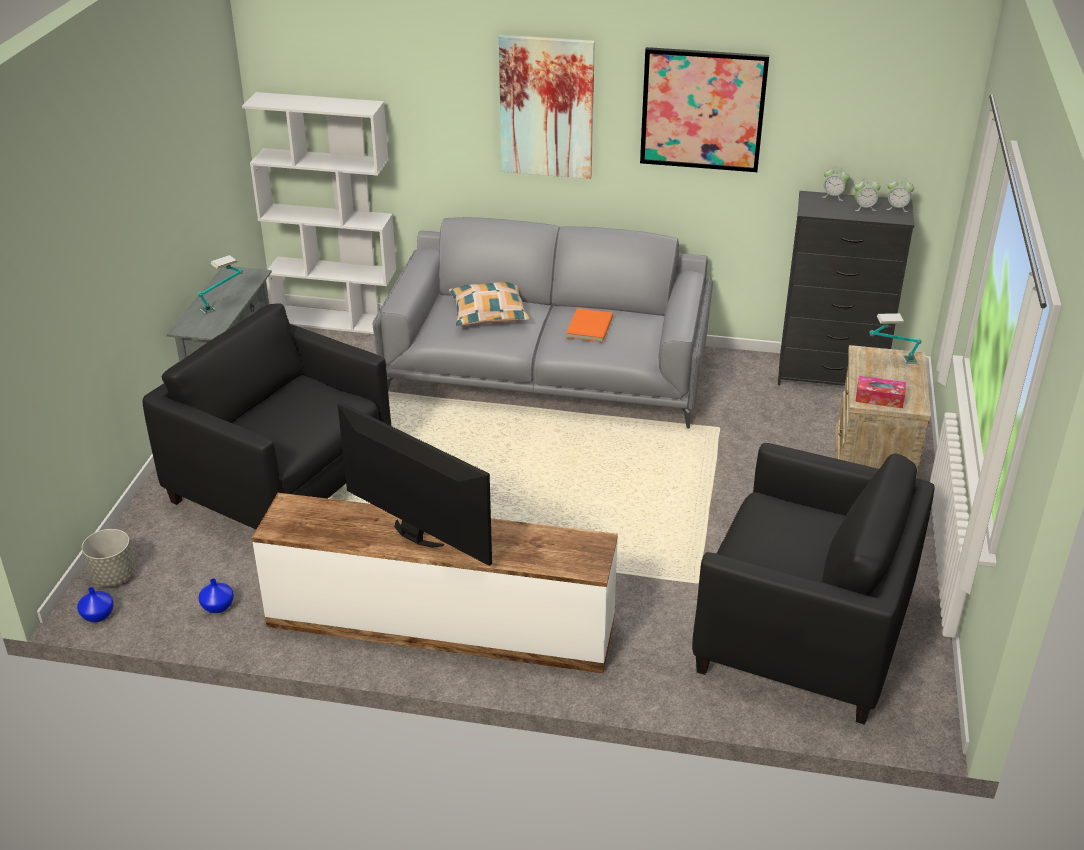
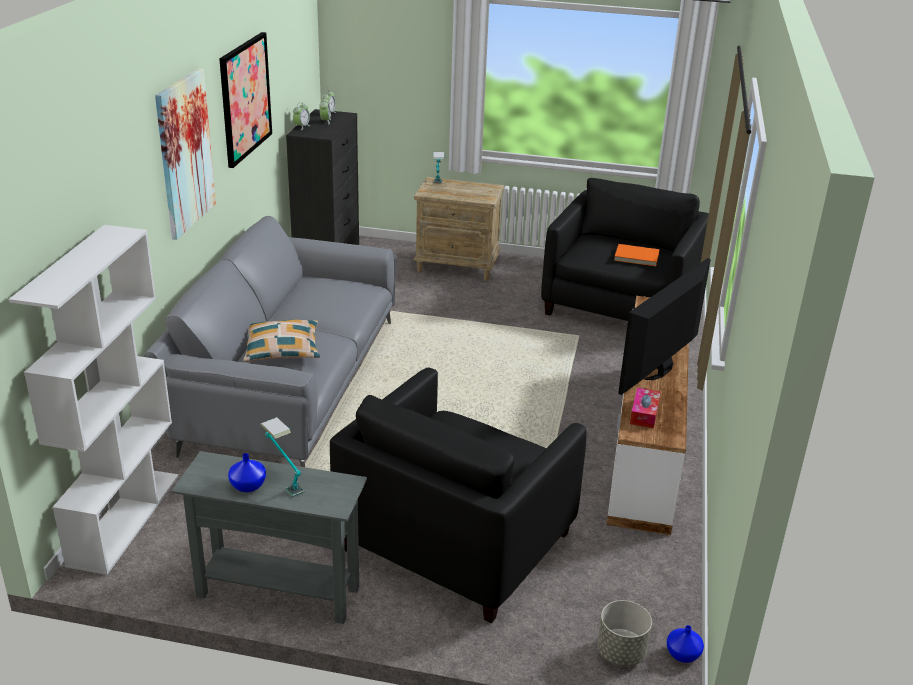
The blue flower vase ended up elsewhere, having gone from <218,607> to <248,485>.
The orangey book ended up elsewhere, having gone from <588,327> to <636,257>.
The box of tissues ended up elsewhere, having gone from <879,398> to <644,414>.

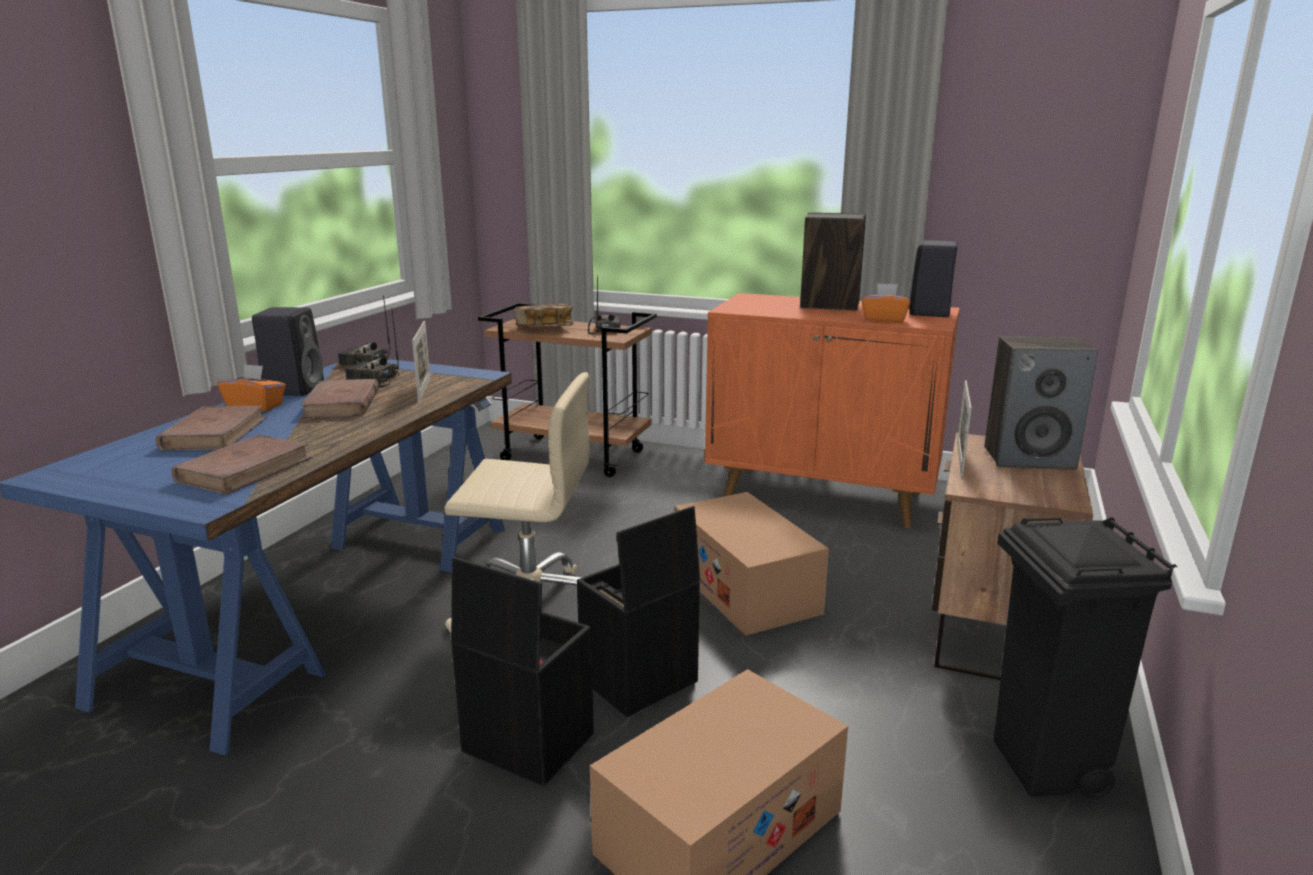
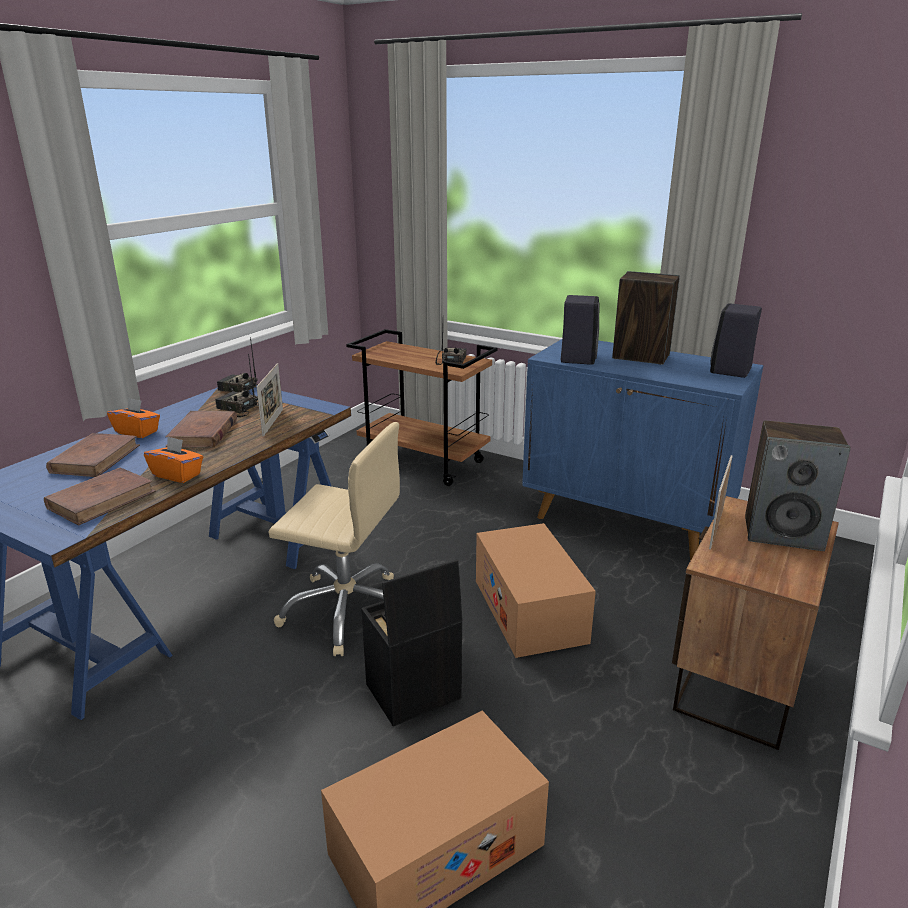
The orangey box of tissues ended up elsewhere, having gone from <884,320> to <177,475>.
What was the orangey cupboard at <824,496> turned into the blue cupboard at <627,521>.
The blackish speaker ended up elsewhere, having gone from <294,389> to <578,358>.
The second view lost the blackish storage container at <525,743>.
The second view lost the book at <544,329>.
The second view lost the blackish rubbish bin at <1047,768>.

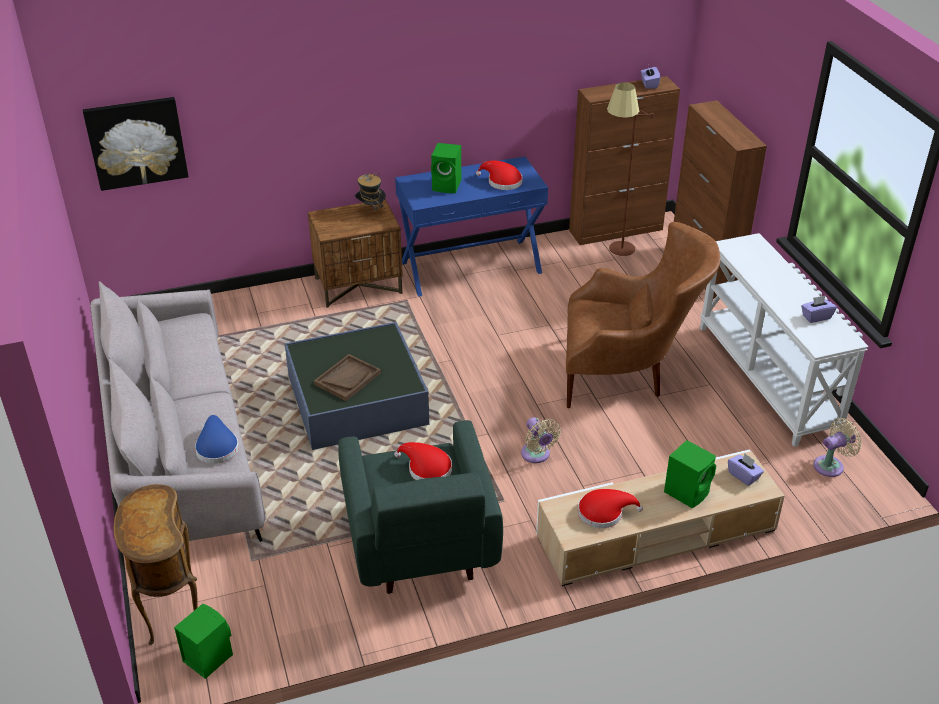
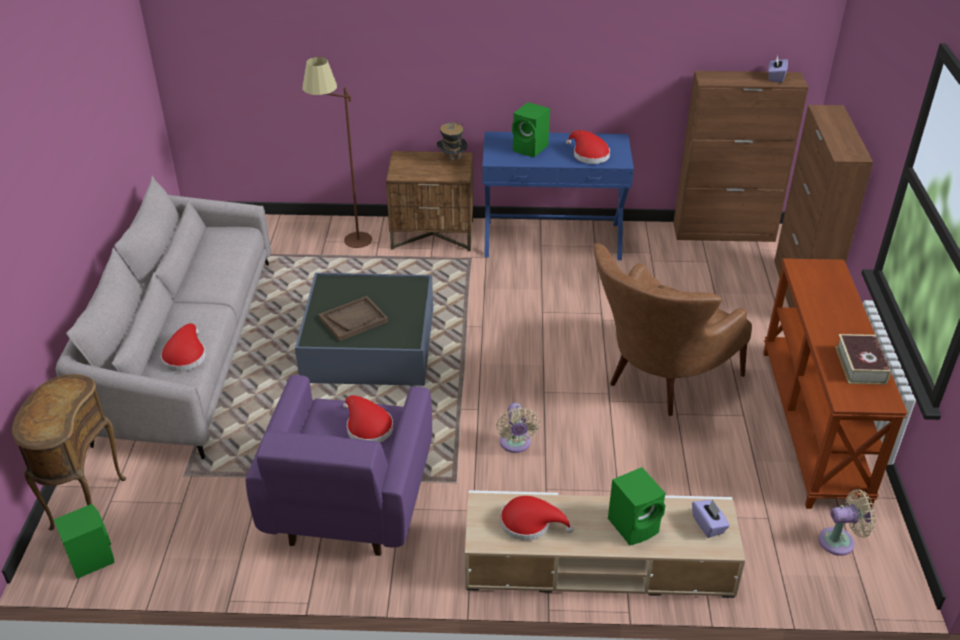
What was the blue hat at <217,447> turned into the red hat at <185,356>.
What was the green lounge chair at <419,544> turned into the purple-coloured lounge chair at <348,504>.
The brown standard lamp ended up elsewhere, having gone from <616,254> to <346,244>.
The brown lounge chair at <628,374> ended up facing another way, 105 degrees clockwise from before.
What was the white hall table at <768,378> turned into the brown hall table at <814,425>.
Where the purple-coloured box of tissues stood at <816,317>, the book came to stand at <860,365>.
The second view lost the picture at <136,142>.

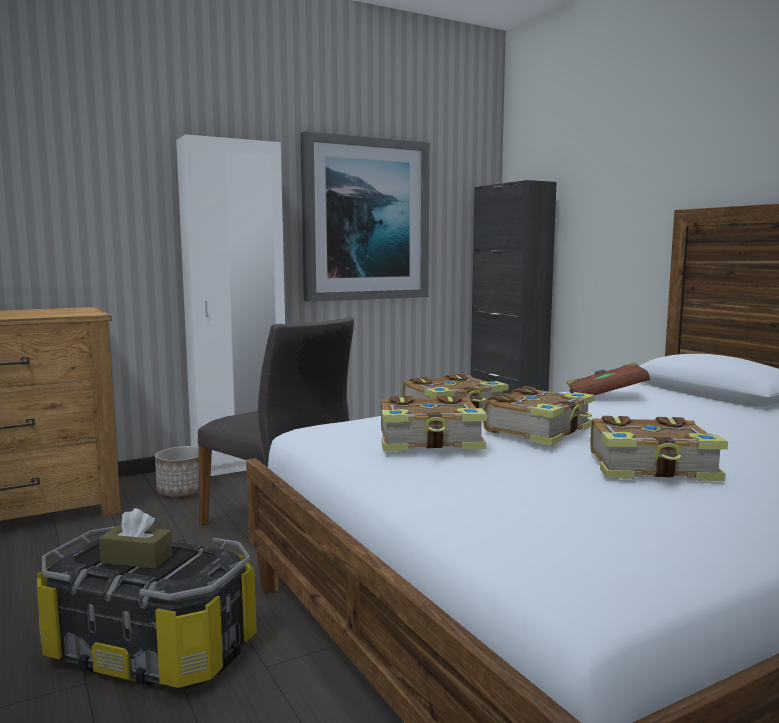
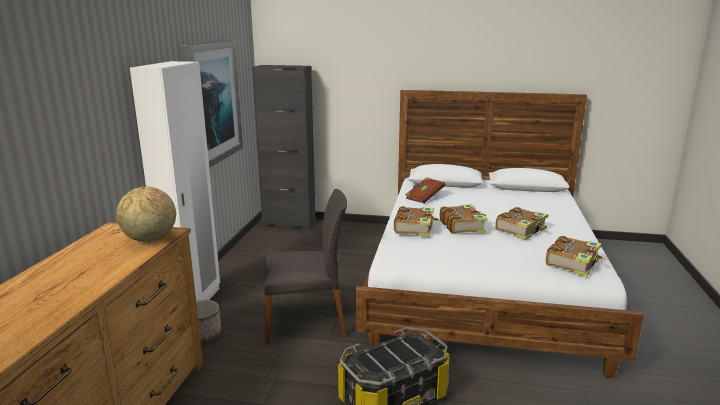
The second view gained the world globe at <149,239>.
The book ended up elsewhere, having gone from <431,441> to <573,263>.
The second view lost the brown box of tissues at <137,559>.

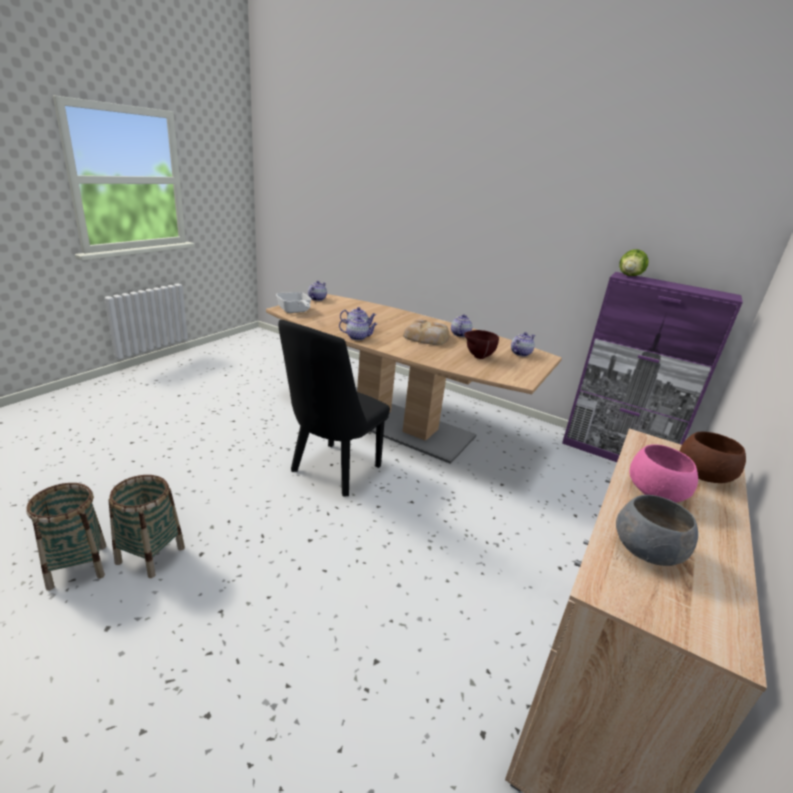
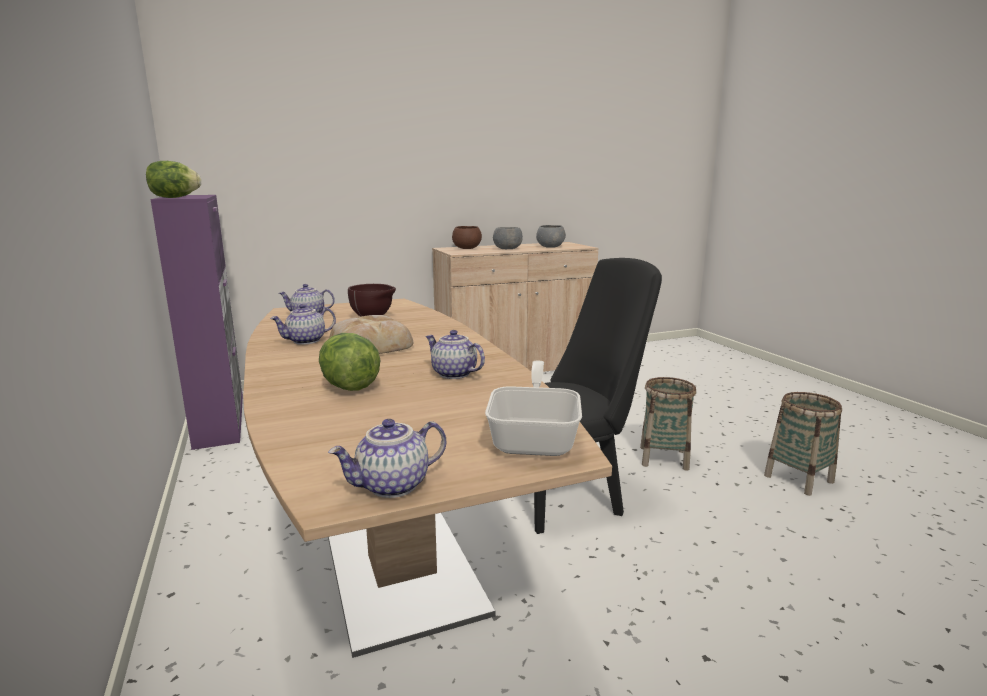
The second view gained the lettuce head at <349,386>.
What was the pink deep dish at <655,494> turned into the greyish deep dish at <507,249>.
The storage basket ended up elsewhere, having gone from <77,566> to <664,458>.
The second view lost the tea pot at <357,337>.

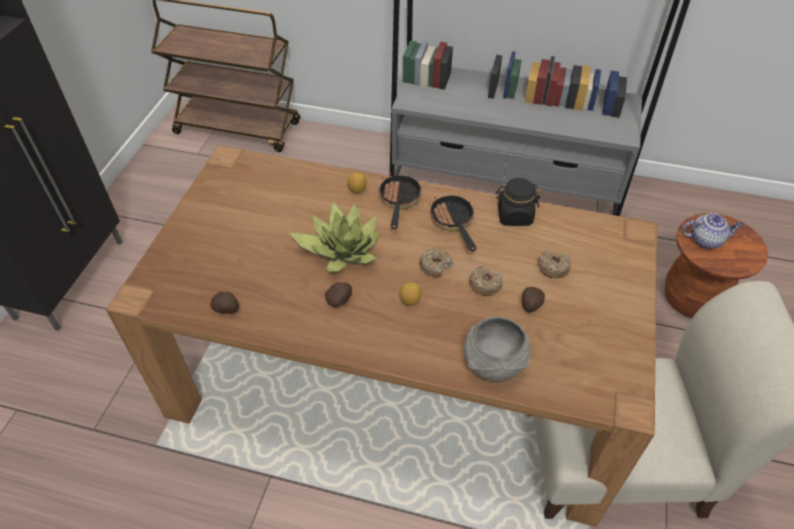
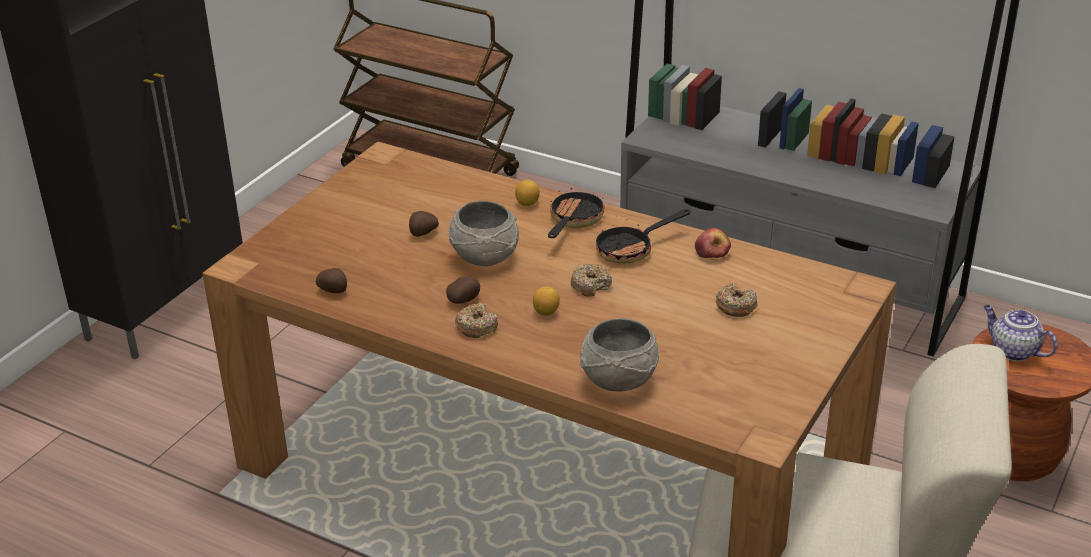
The spud ended up elsewhere, having gone from <530,305> to <423,233>.
Where the potted plant stood at <341,249>, the greyish deep dish came to stand at <485,256>.
The doughnut ended up elsewhere, having gone from <485,284> to <476,327>.
The skillet at <453,223> ended up facing another way, 120 degrees counterclockwise from before.
Where the blackish storage jar stood at <514,216>, the apple came to stand at <712,252>.
The tea pot at <706,240> ended up facing another way, 150 degrees counterclockwise from before.

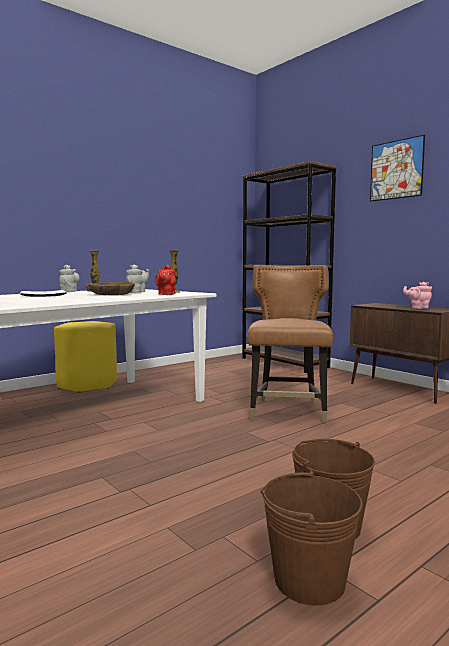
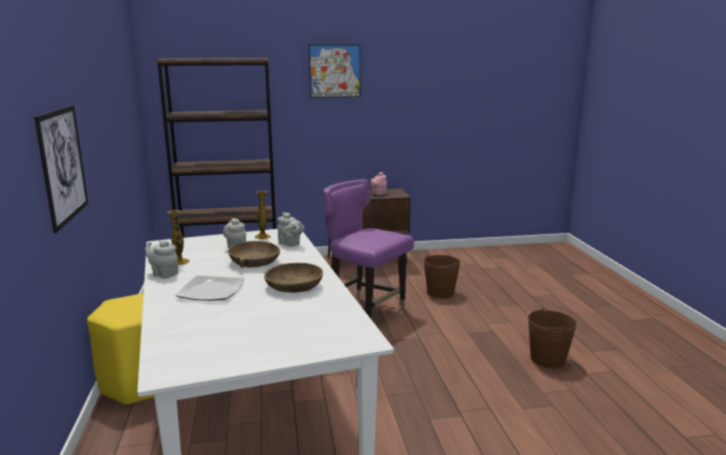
The second view gained the picture at <63,165>.
The second view gained the brown deep dish at <293,286>.
What was the red tea pot at <166,294> turned into the greyish tea pot at <290,244>.
What was the brown plain chair at <288,411> turned into the purple-coloured plain chair at <365,311>.
The brown bucket ended up elsewhere, having gone from <309,580> to <440,292>.

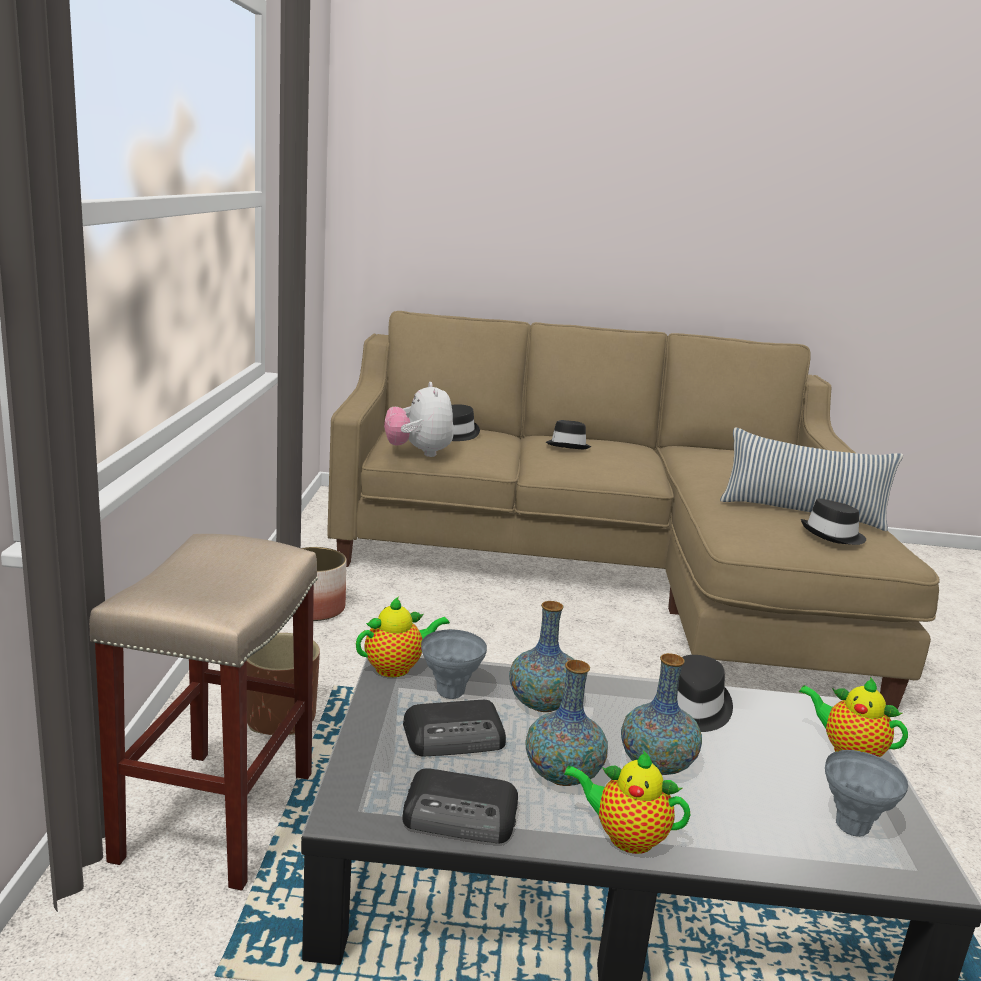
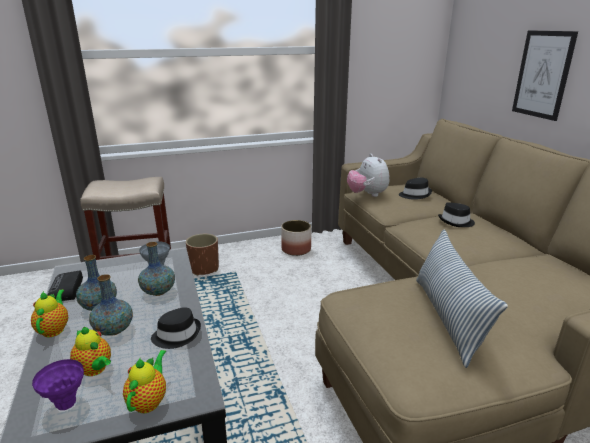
What was the greyish flower vase at <852,827> turned into the purple-coloured flower vase at <66,404>.
The tea pot ended up elsewhere, having gone from <397,668> to <95,369>.
The soft toy at <419,453> ended up facing another way, 75 degrees counterclockwise from before.
The second view gained the picture at <542,74>.
The second view lost the radio receiver at <456,737>.
The second view lost the blackish hat at <833,535>.

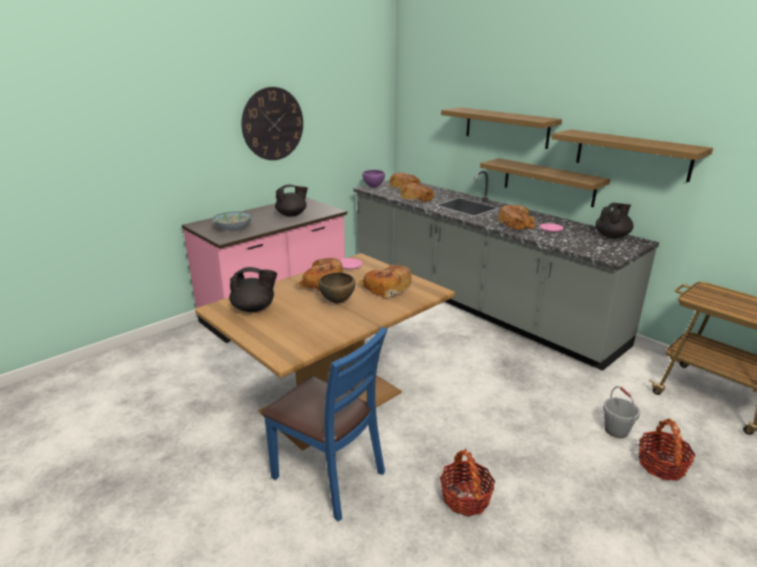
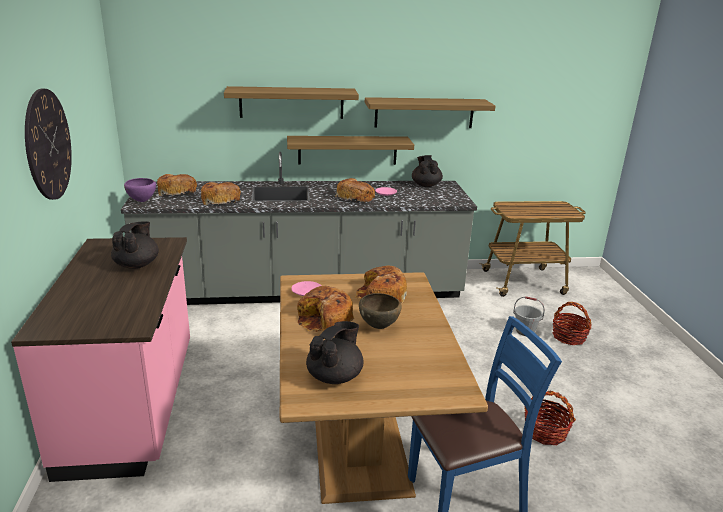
The second view lost the deep dish at <233,229>.

